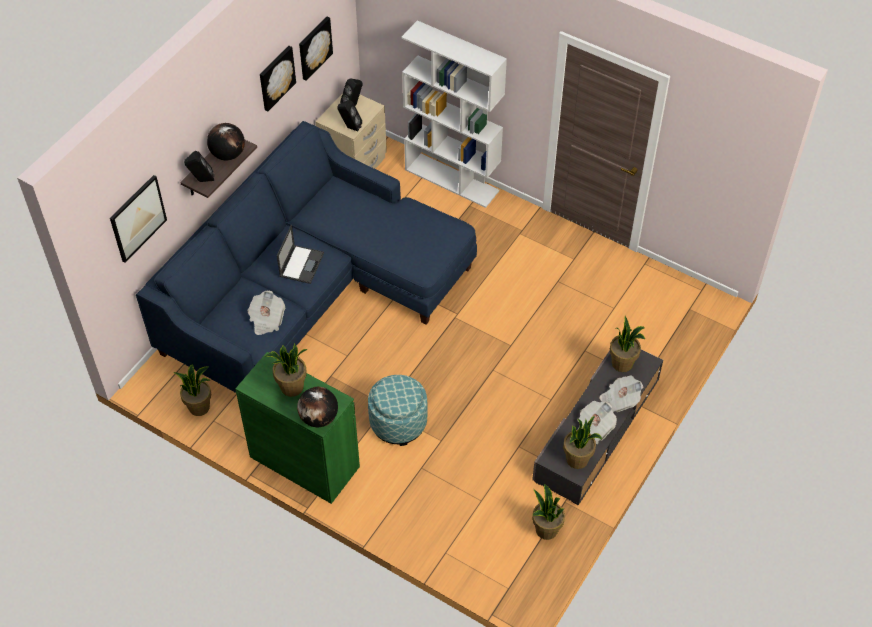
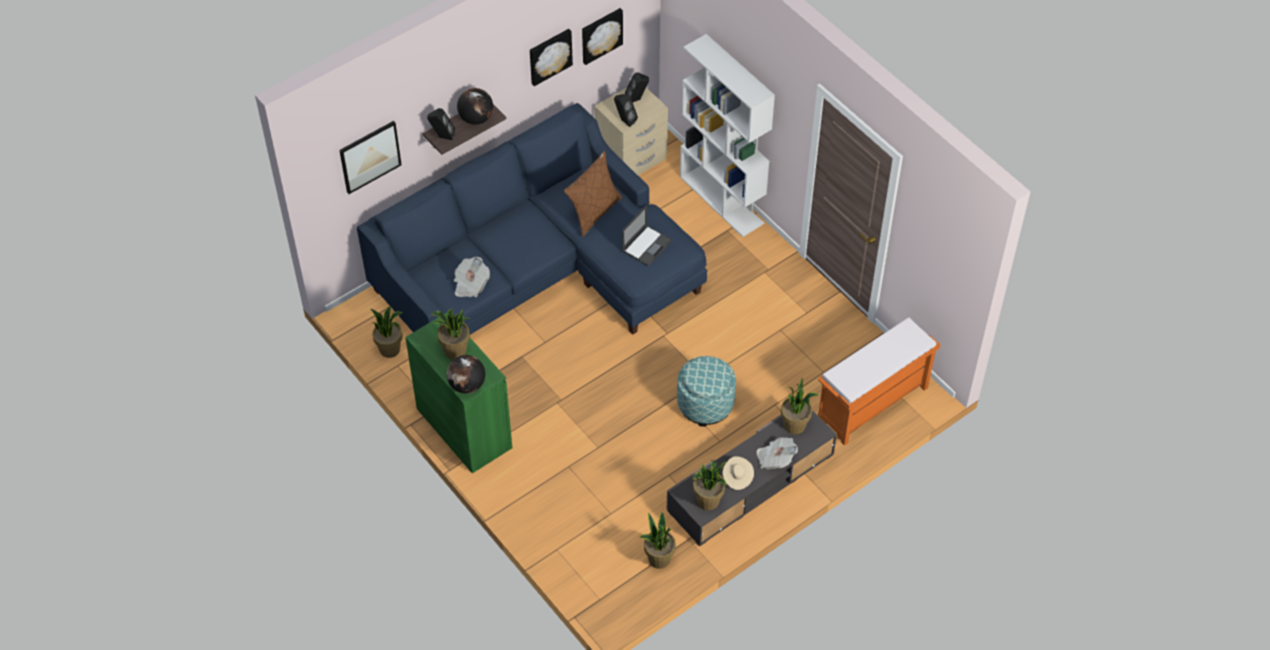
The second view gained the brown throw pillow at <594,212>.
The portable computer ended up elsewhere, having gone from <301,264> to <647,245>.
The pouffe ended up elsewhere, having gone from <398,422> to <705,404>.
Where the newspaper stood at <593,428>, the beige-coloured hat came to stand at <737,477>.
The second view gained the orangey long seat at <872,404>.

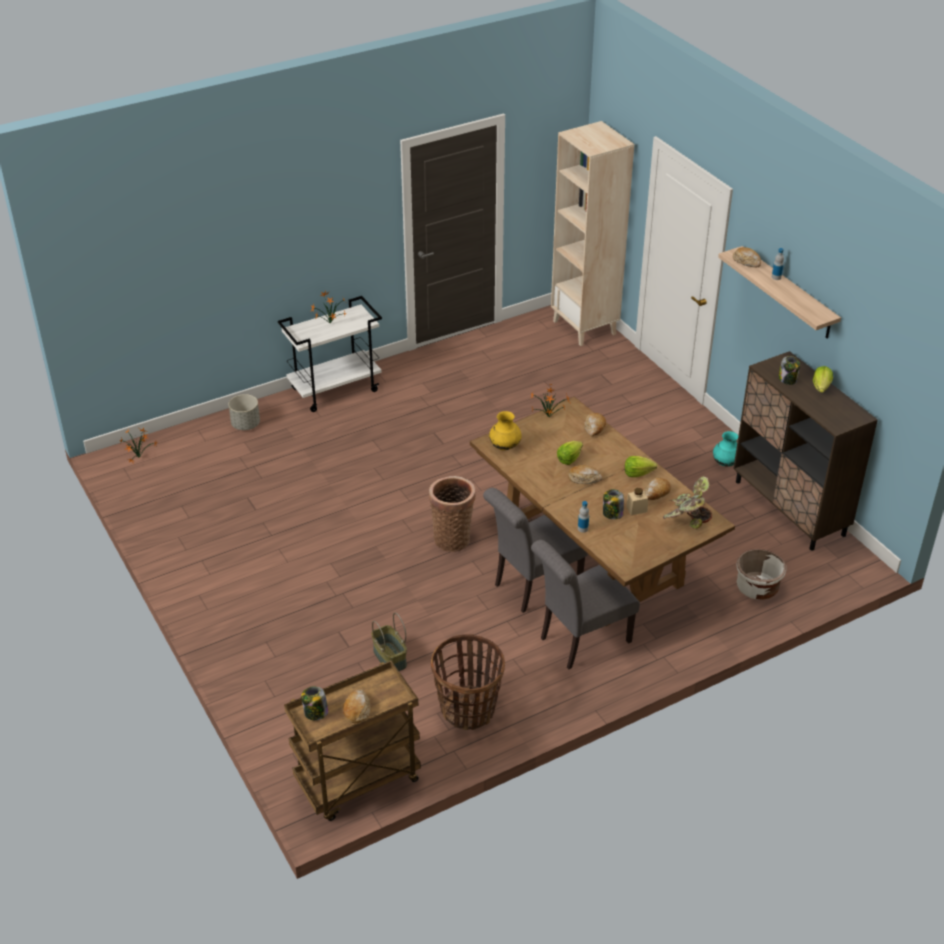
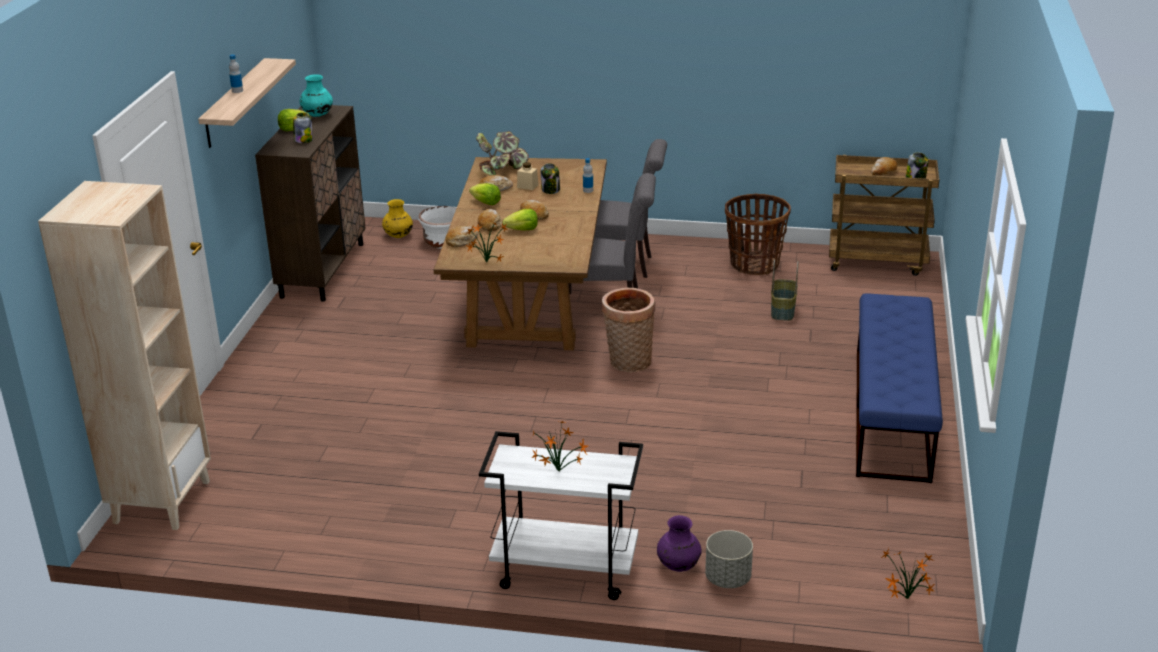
The blue-green flower vase ended up elsewhere, having gone from <726,463> to <317,115>.
The yellowish flower vase ended up elsewhere, having gone from <505,447> to <398,236>.
The baked bread ended up elsewhere, having gone from <746,261> to <490,224>.
The second view gained the purple-coloured flower vase at <678,566>.
The second view gained the blue long seat at <891,414>.

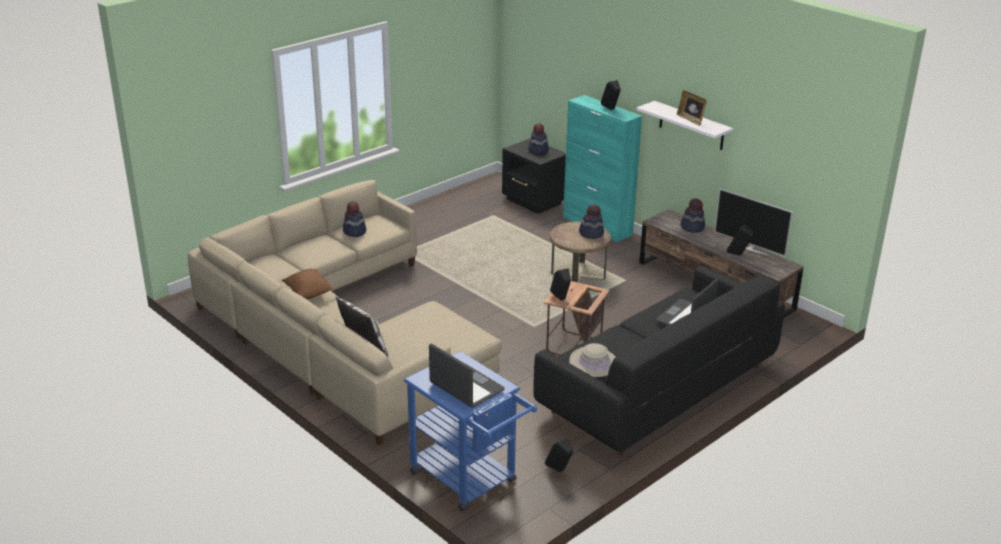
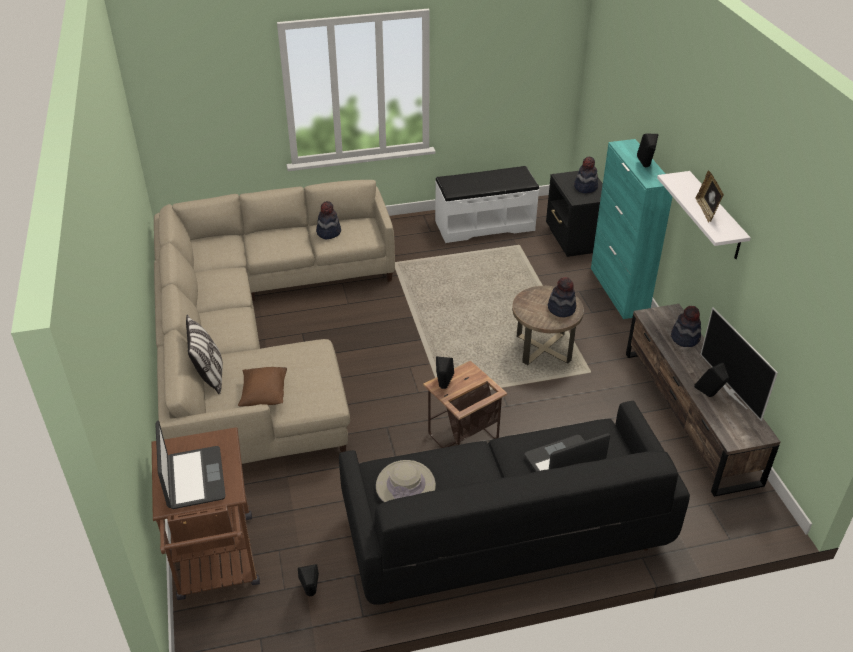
What was the blue wheeled cart at <469,481> turned into the brown wheeled cart at <217,564>.
The brown throw pillow ended up elsewhere, having gone from <308,293> to <264,395>.
The second view gained the white long seat at <484,225>.

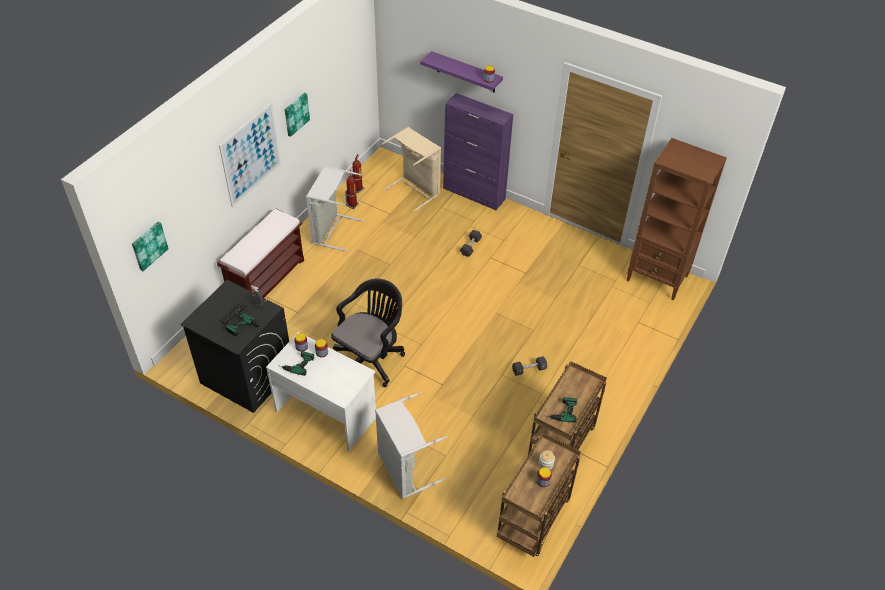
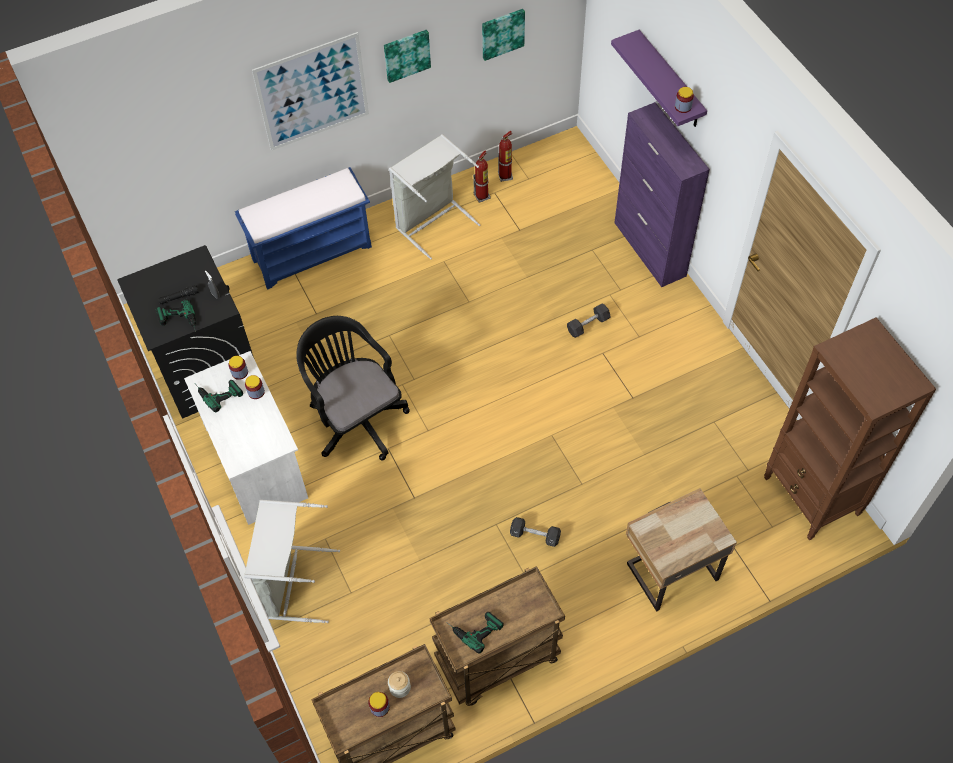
What was the brown long seat at <267,279> turned into the blue long seat at <313,252>.
The blackish office chair at <370,358> ended up facing another way, 105 degrees counterclockwise from before.
The picture ended up elsewhere, having gone from <149,245> to <502,33>.
The second view gained the beige-coloured nightstand at <670,570>.
The second view lost the beige-coloured washing basket at <415,190>.

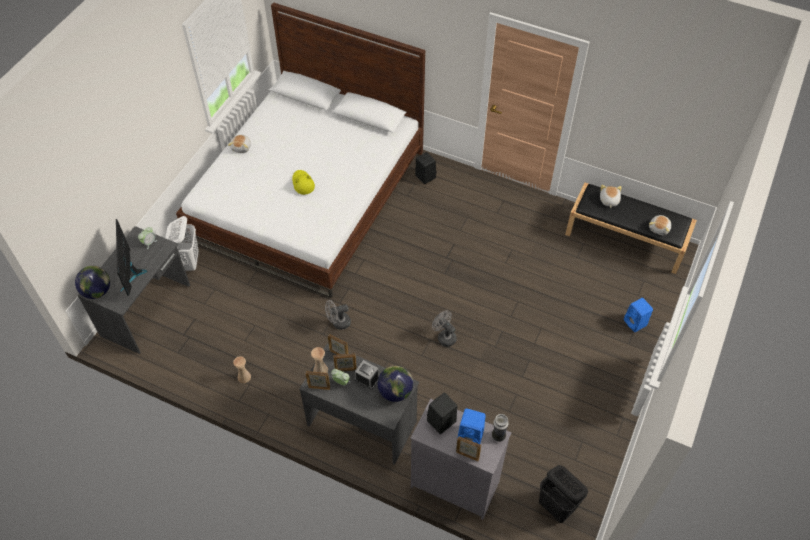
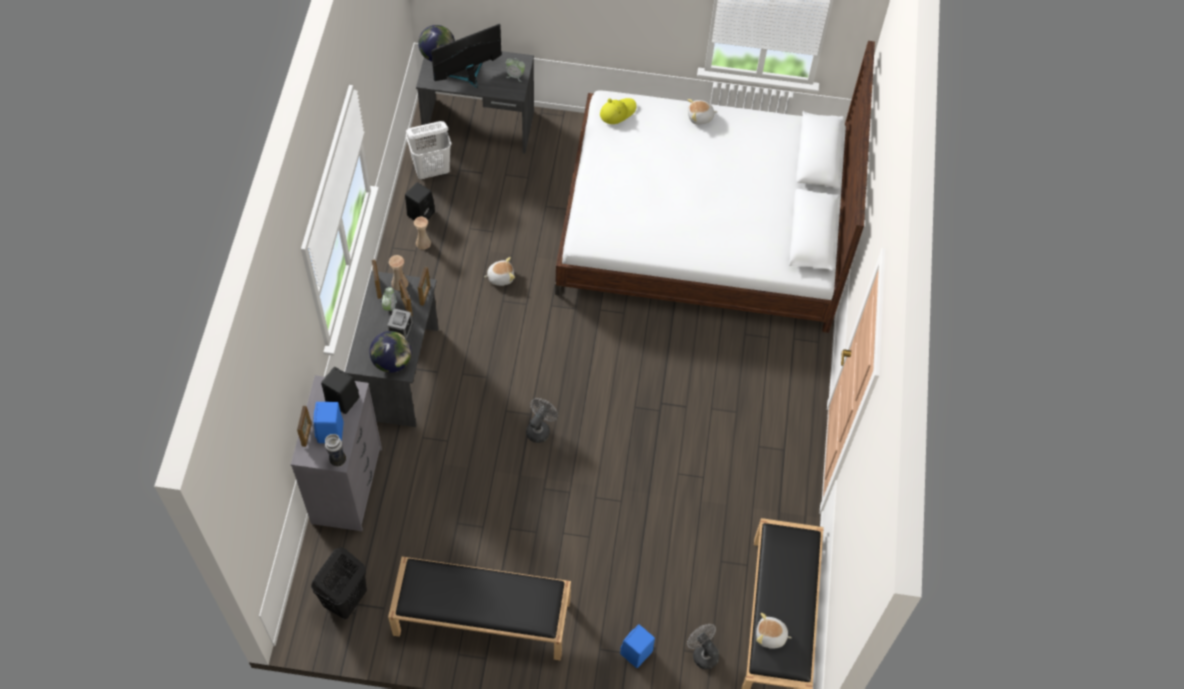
The second view gained the blackish long seat at <481,618>.
The blackish speaker ended up elsewhere, having gone from <424,176> to <421,213>.
The white washing basket ended up elsewhere, having gone from <188,262> to <432,170>.
The soft toy ended up elsewhere, having gone from <608,200> to <500,277>.
The yellowish hat ended up elsewhere, having gone from <303,183> to <617,112>.
The greyish electric fan ended up elsewhere, having gone from <338,323> to <702,653>.

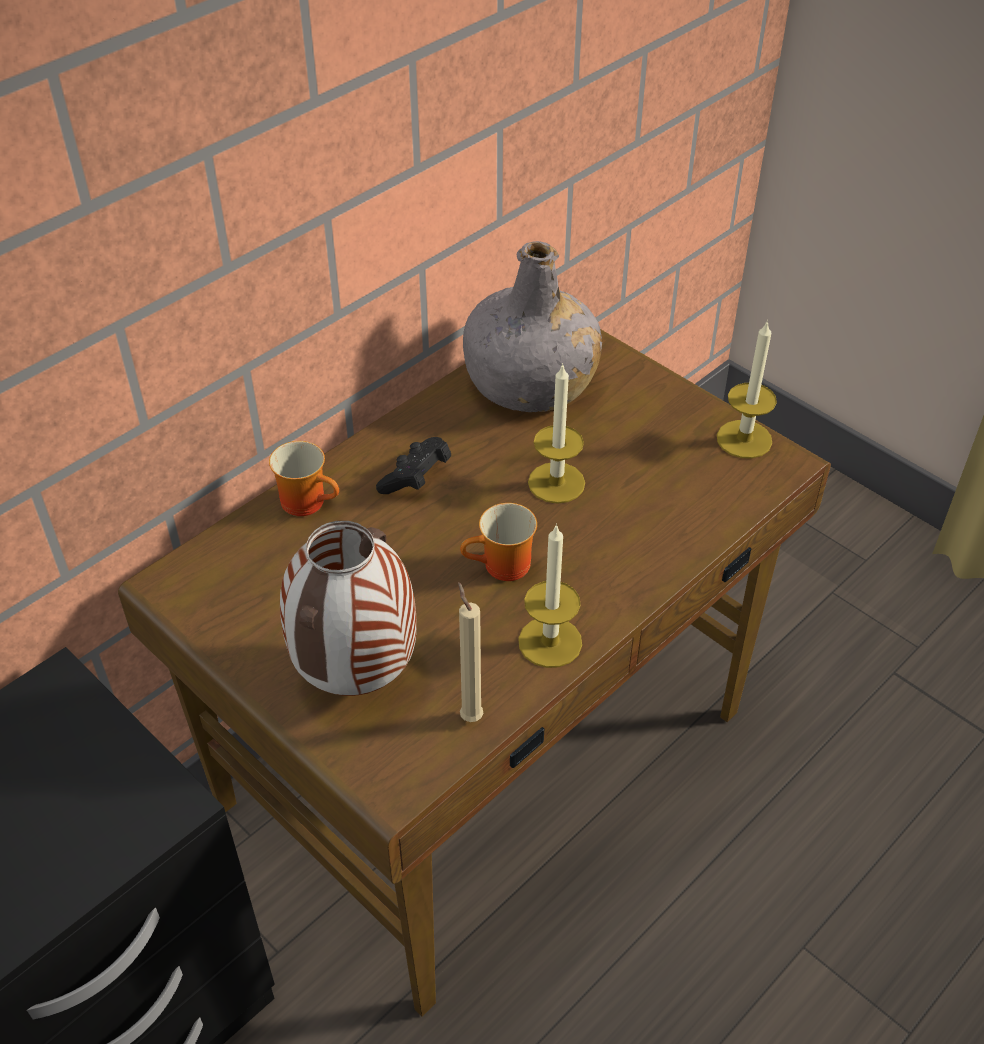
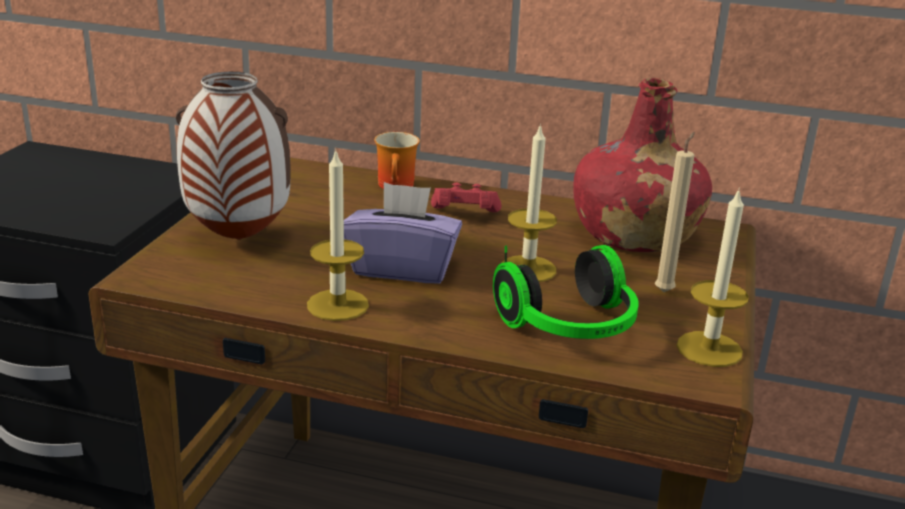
Where the mug stood at <503,568>, the purple-coloured box of tissues came to stand at <402,268>.
What was the blackish game controller at <416,479> turned into the red game controller at <464,215>.
The second view gained the pair of headphones at <571,328>.
What was the greyish drink bottle at <530,383> turned into the red drink bottle at <634,233>.
The beige-coloured wax candle ended up elsewhere, having gone from <470,715> to <665,291>.

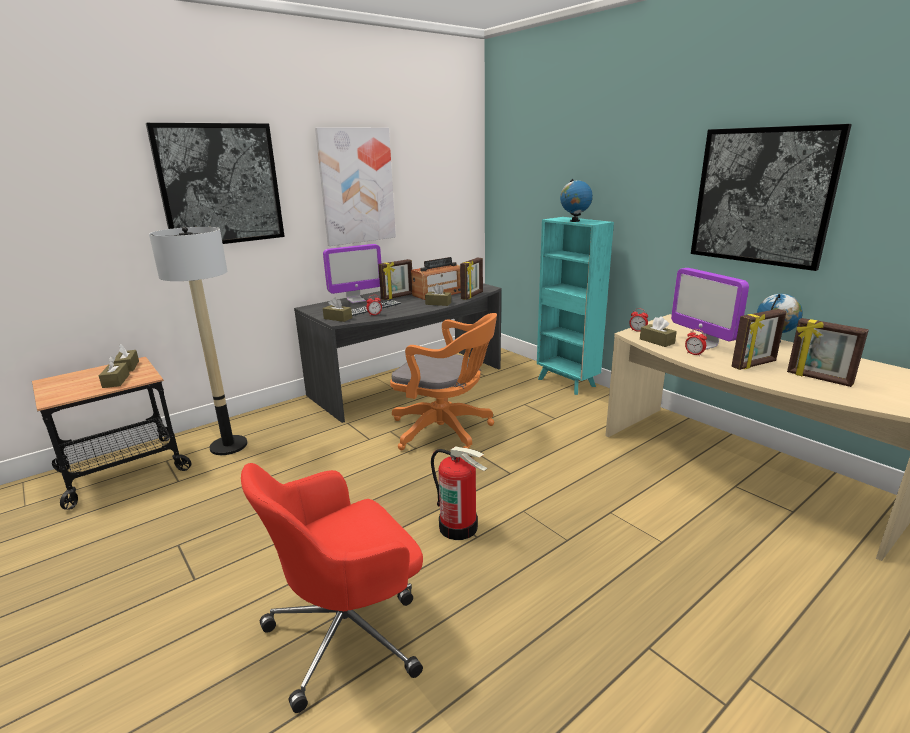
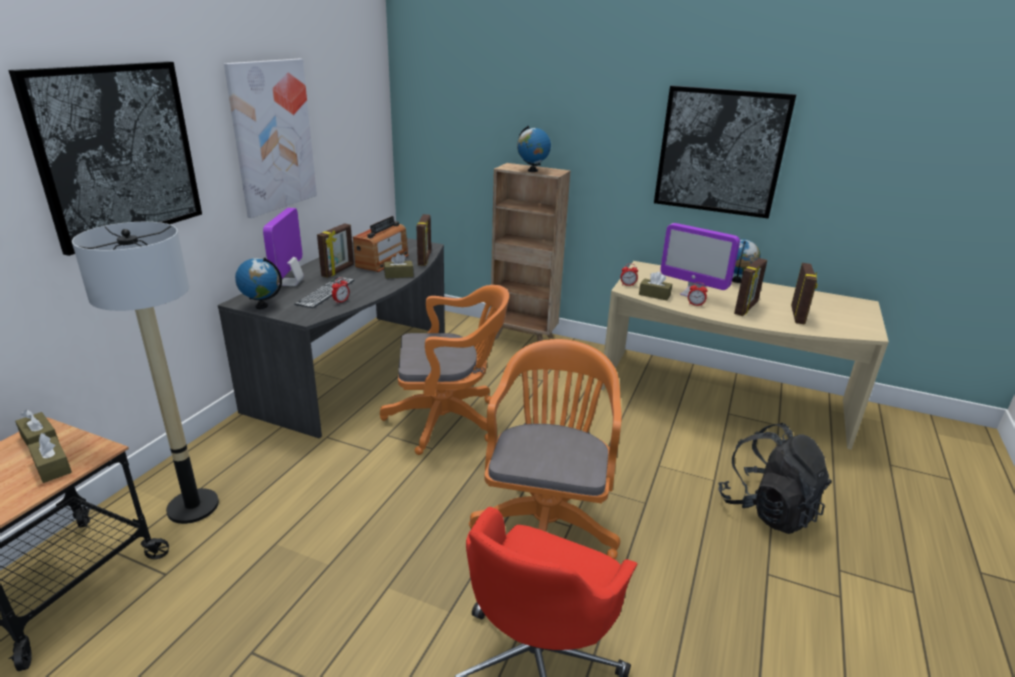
The second view gained the world globe at <261,306>.
The monitor at <356,300> ended up facing another way, 150 degrees clockwise from before.
Where the extinguisher stood at <459,527>, the orangey office chair came to stand at <546,521>.
What was the blue-green bookshelf at <567,383> turned into the brown bookshelf at <524,338>.
The second view gained the blackish rucksack at <767,509>.
The picture frame at <818,379> ended up facing another way, 90 degrees counterclockwise from before.
The second view lost the brown box of tissues at <338,318>.

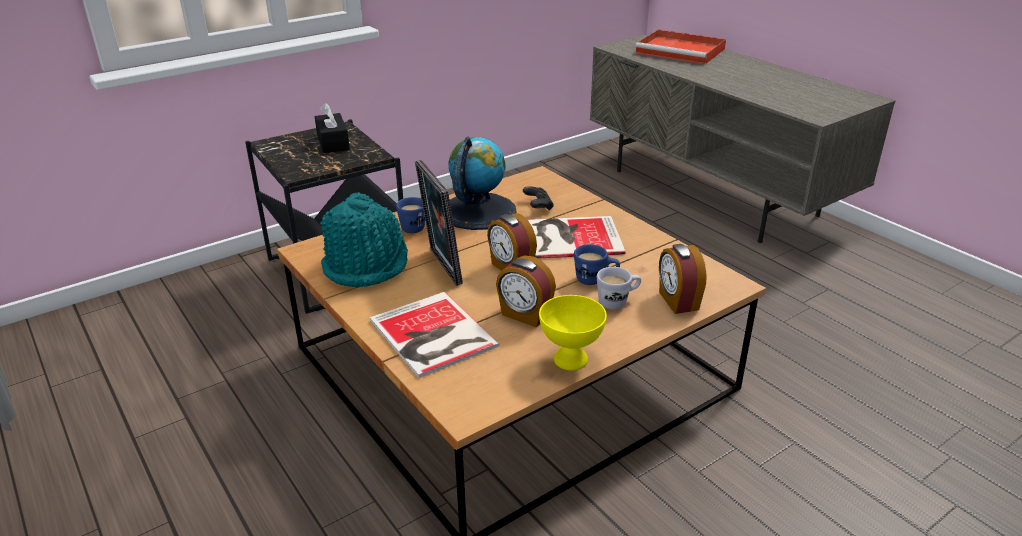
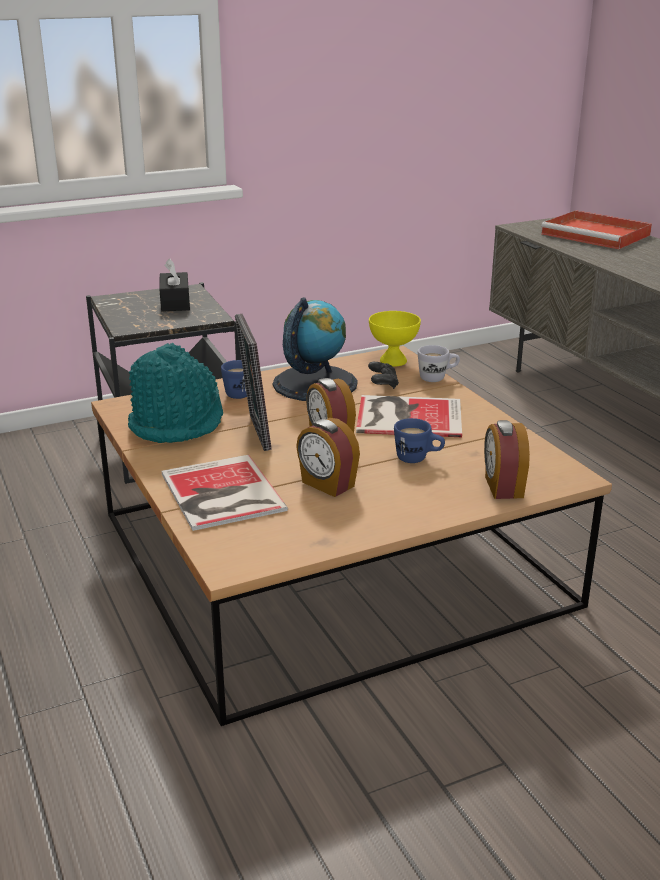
The yellowish deep dish ended up elsewhere, having gone from <571,360> to <394,361>.
The white mug ended up elsewhere, having gone from <618,302> to <437,378>.

